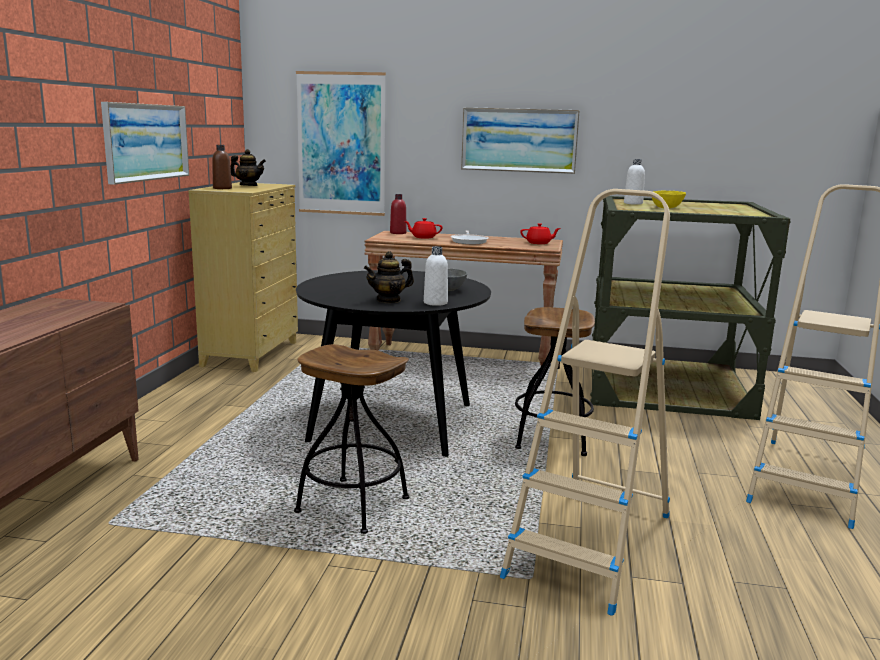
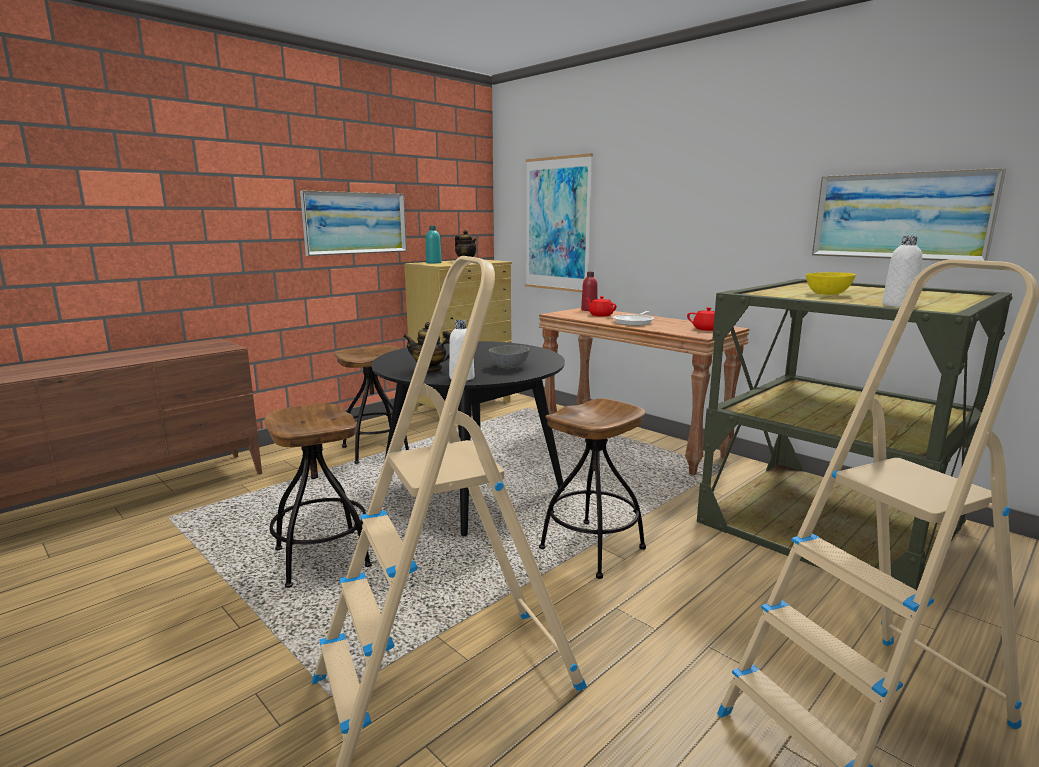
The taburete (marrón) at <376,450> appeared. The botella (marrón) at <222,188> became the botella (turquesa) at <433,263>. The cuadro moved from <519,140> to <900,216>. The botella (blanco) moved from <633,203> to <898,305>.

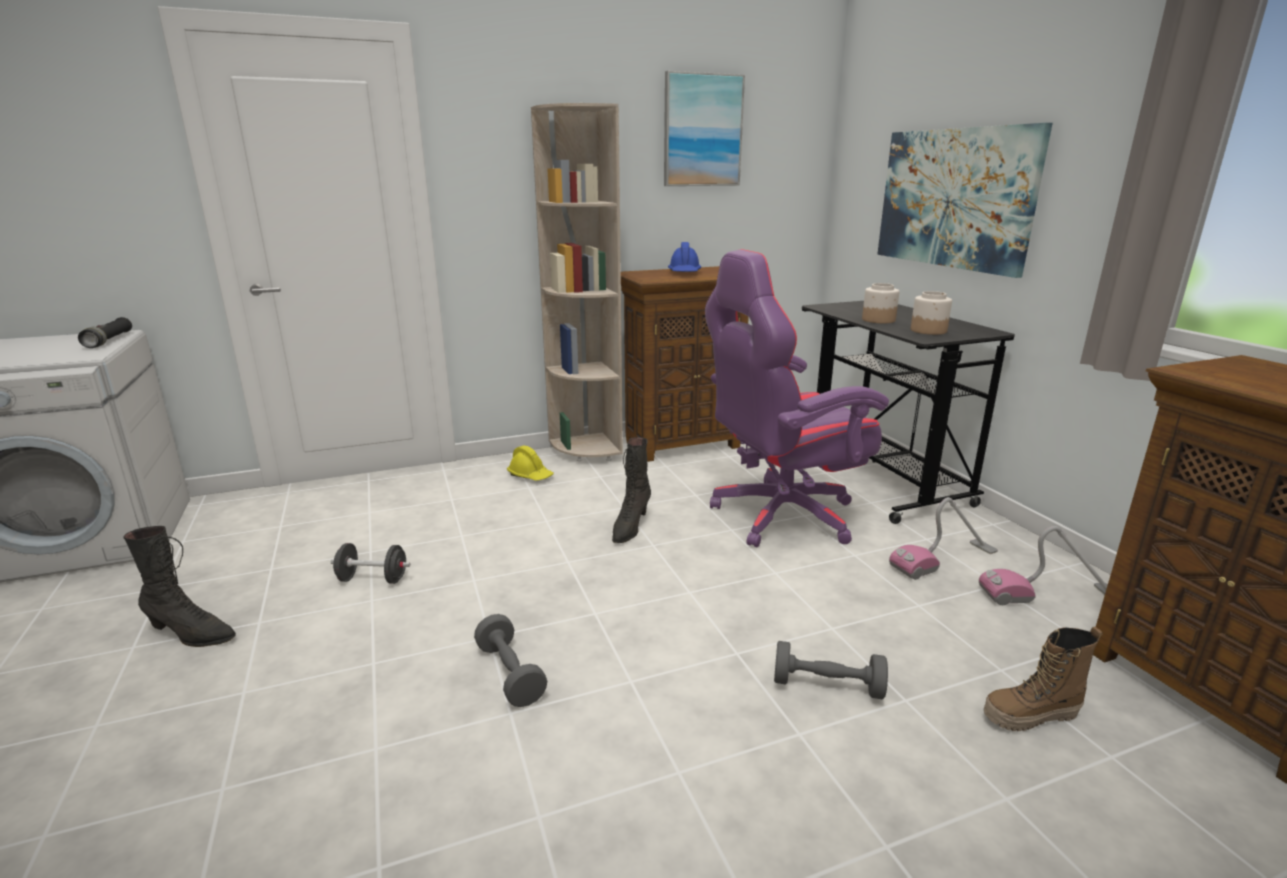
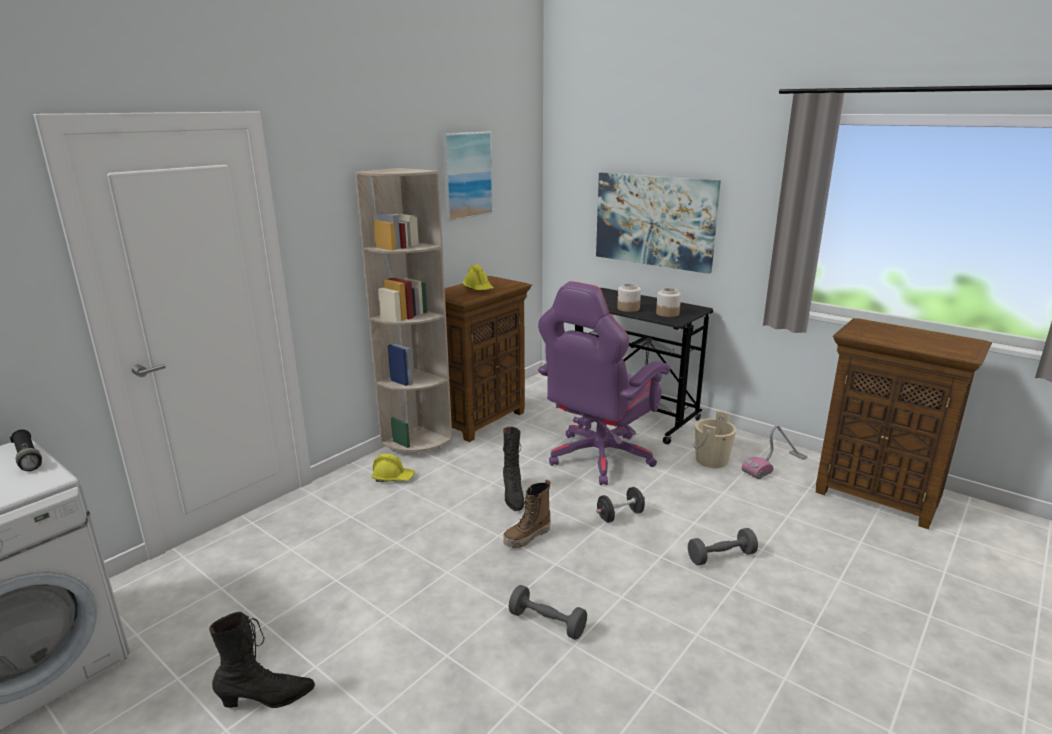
The casco (azul) at <684,273> became the casco (amarillo) at <478,289>. The bota moved from <1030,716> to <527,537>. The mancuerna (negro) moved from <373,579> to <620,515>. The aspiradora at <944,560> was replaced by the cubo (beis) at <711,460>.

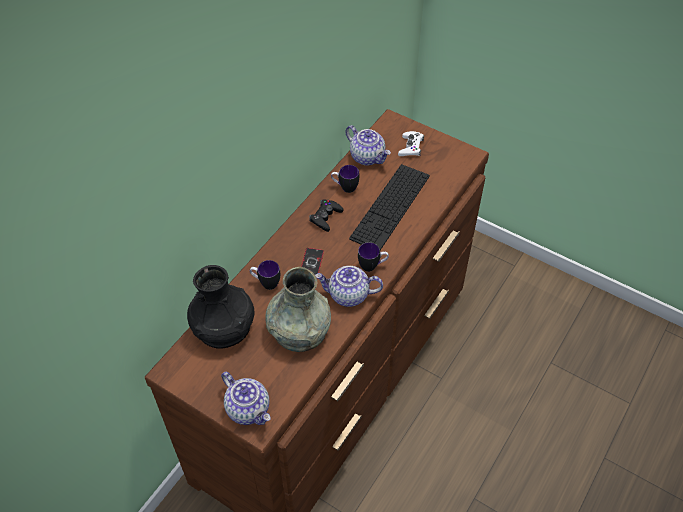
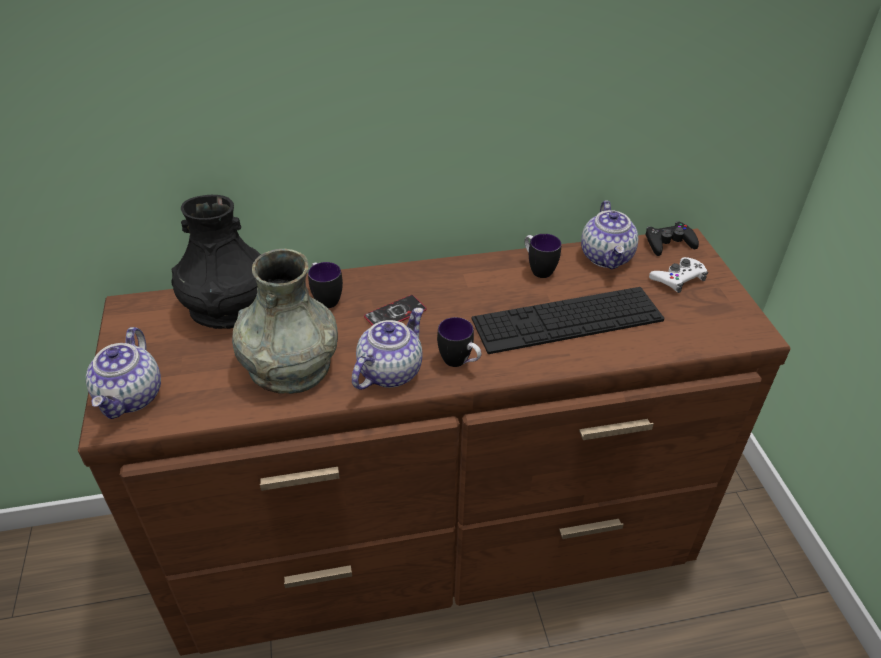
The tetera at <348,295> turned 75 degrees clockwise. The mando de consola (negro) moved from <325,217> to <669,243>.

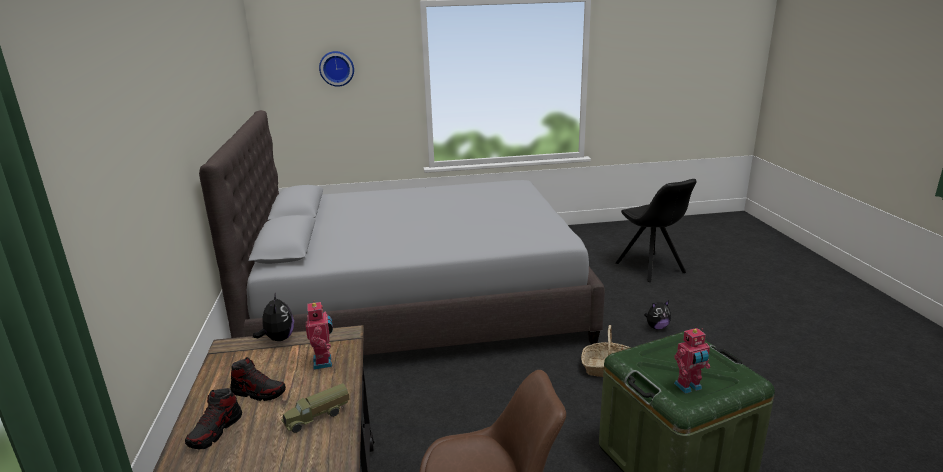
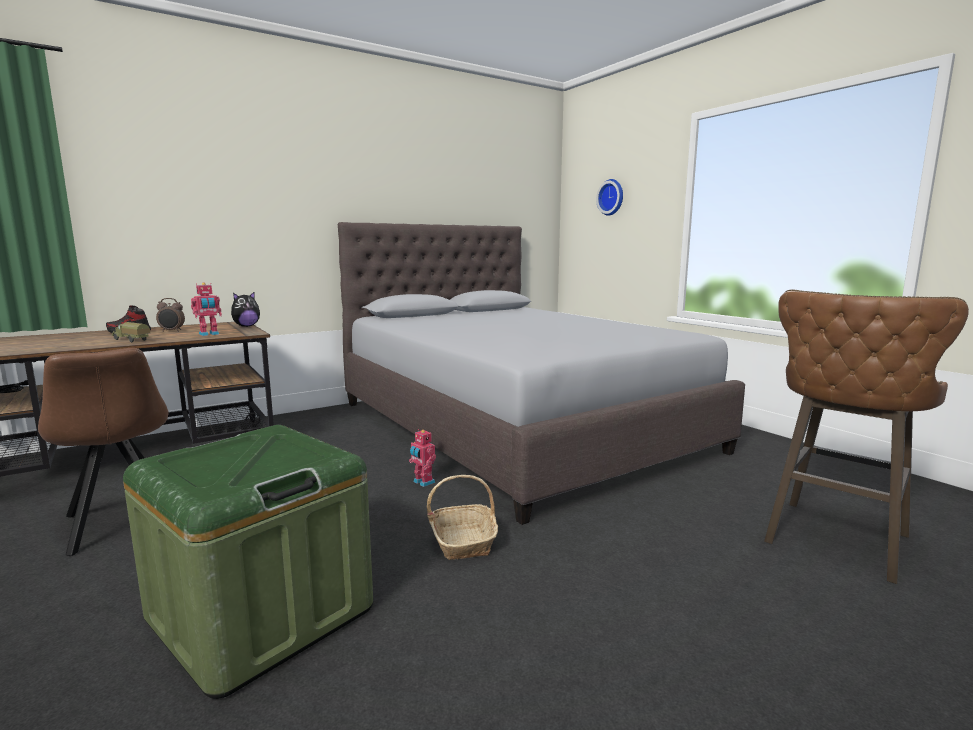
The zapato at <259,392> was replaced by the despertador at <172,331>. The robot de juguete moved from <689,387> to <423,482>. The silla (negro) at <650,267> was replaced by the taburete (marrón) at <835,541>. The peluche at <656,327> disappeared.

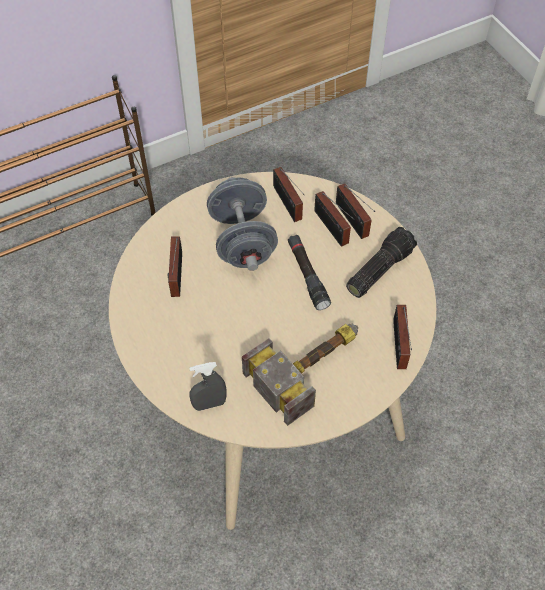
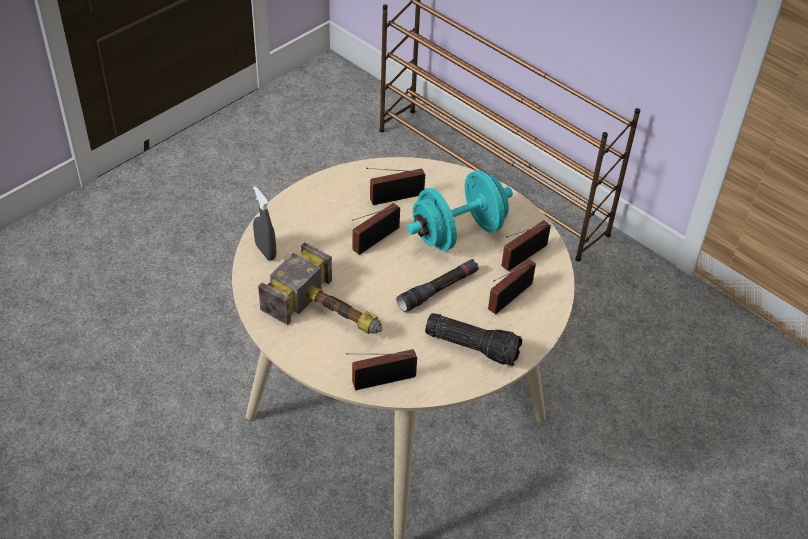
The radio moved from <353,222> to <373,240>. The mancuerna (gris) at <242,241> became the mancuerna (turquesa) at <458,233>.

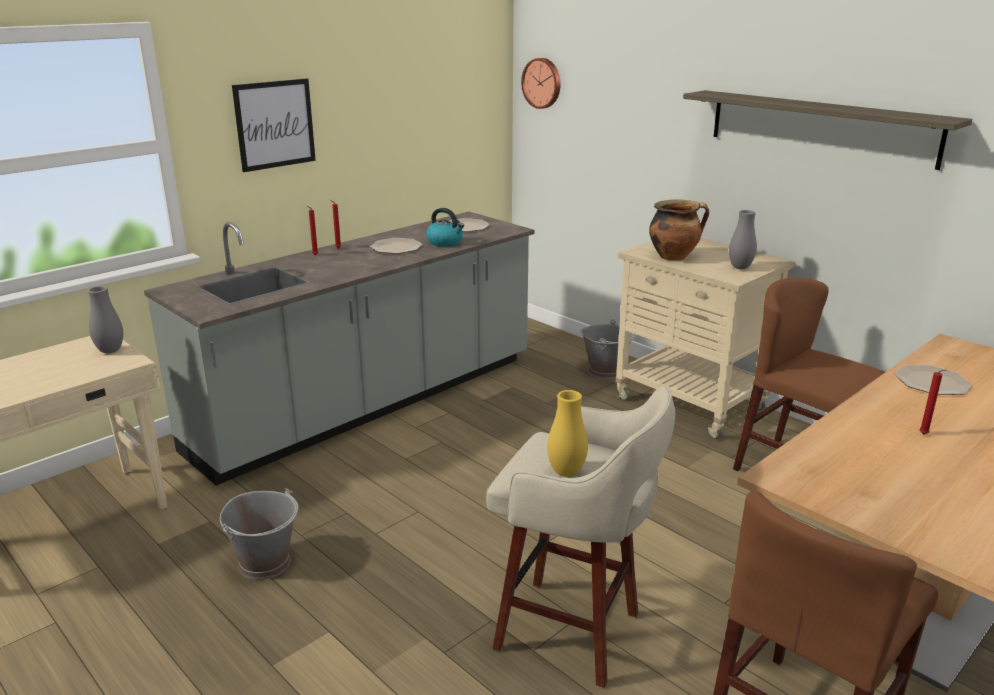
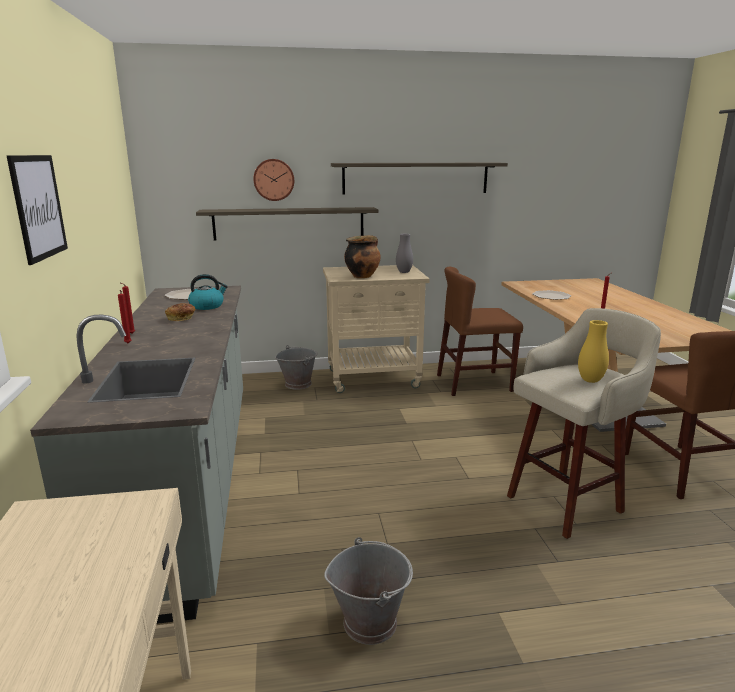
The plato at <396,247> was replaced by the pan at <181,319>. The estante at <289,223> appeared. The reloj de pared moved from <542,83> to <274,179>. The florero (gris) at <110,351> disappeared.

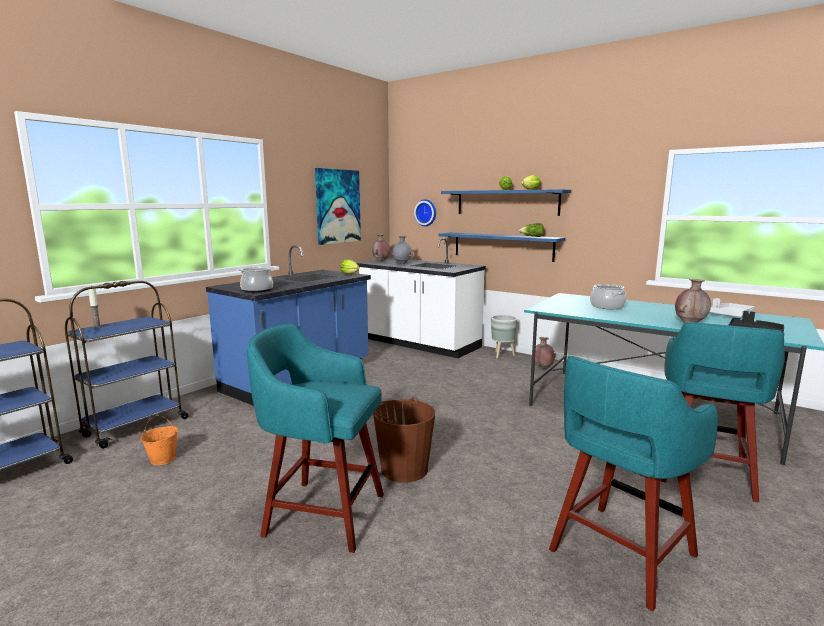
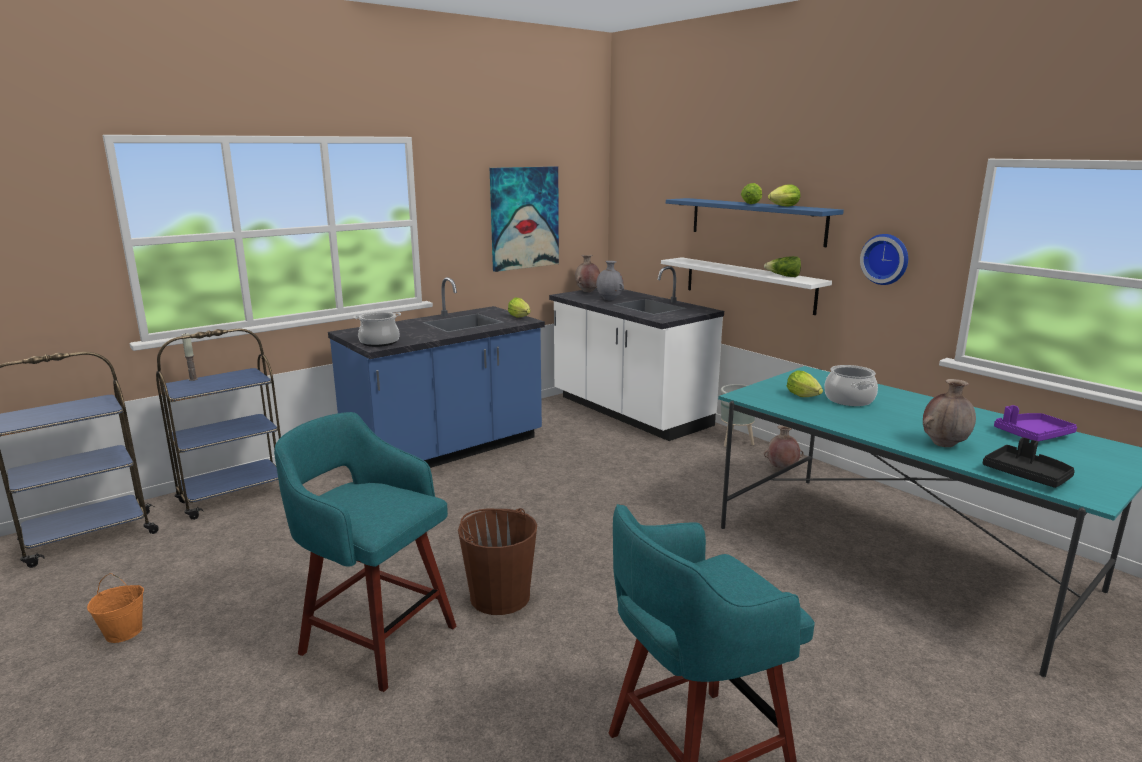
The cubo (naranja) moved from <163,459> to <124,632>. The estante (azul) at <502,246> became the estante (blanco) at <748,284>. The lechuga at <804,397> appeared. The reloj de pared moved from <426,212> to <886,259>. The bandeja (gris) at <730,315> became the bandeja (morado) at <1032,435>. The taburete (turquesa) at <704,472> disappeared.

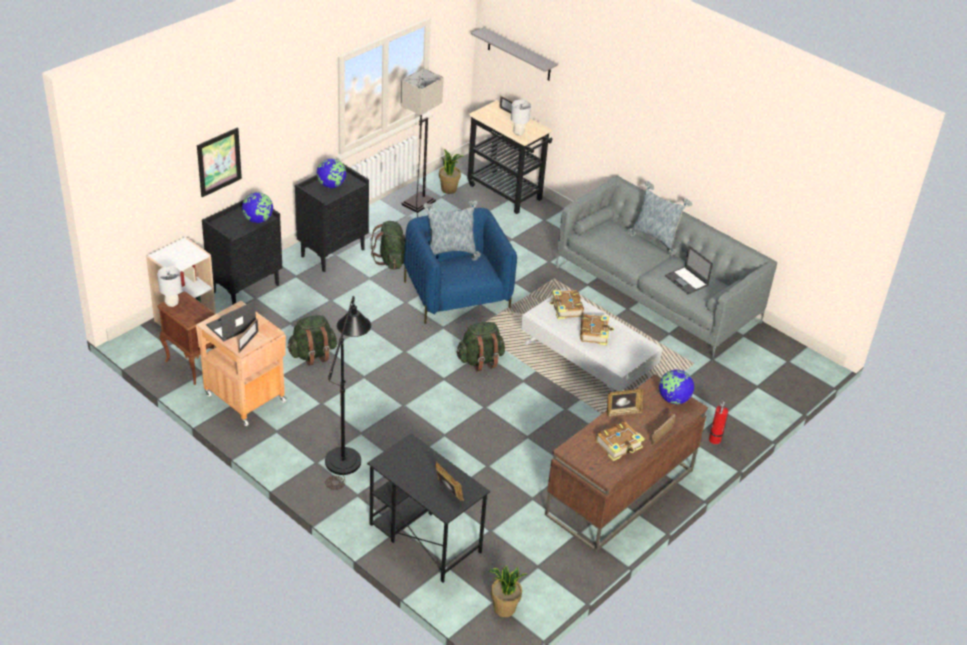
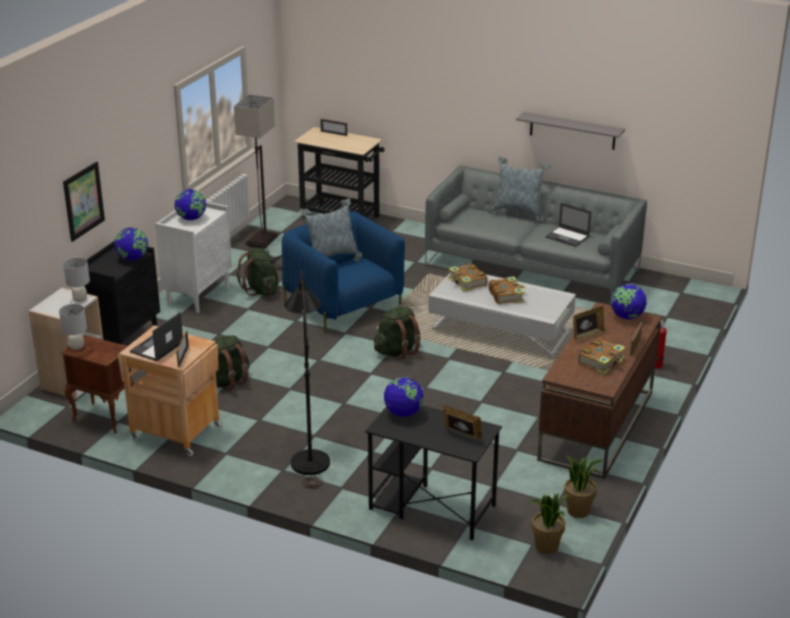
The lámpara de mesa (gris) moved from <518,133> to <79,299>. The armario (negro) at <333,252> became the armario (blanco) at <199,295>. The globo terráqueo at <403,413> appeared. The estante (gris) moved from <519,54> to <572,131>. The planta en maceta moved from <449,189> to <578,510>.

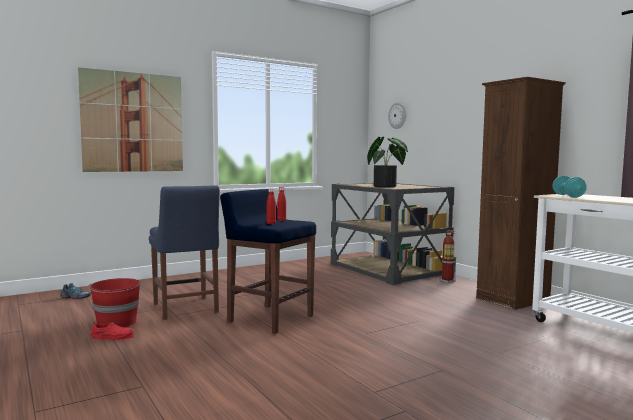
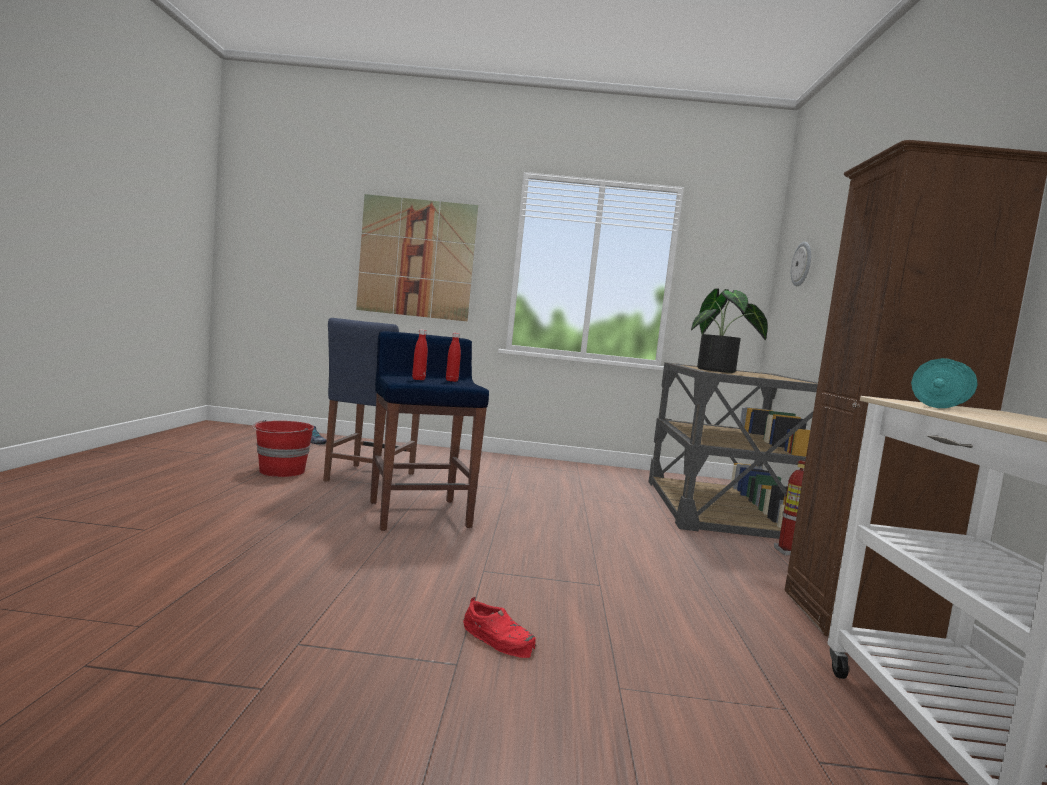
The zapato (rojo) moved from <113,336> to <498,638>.

